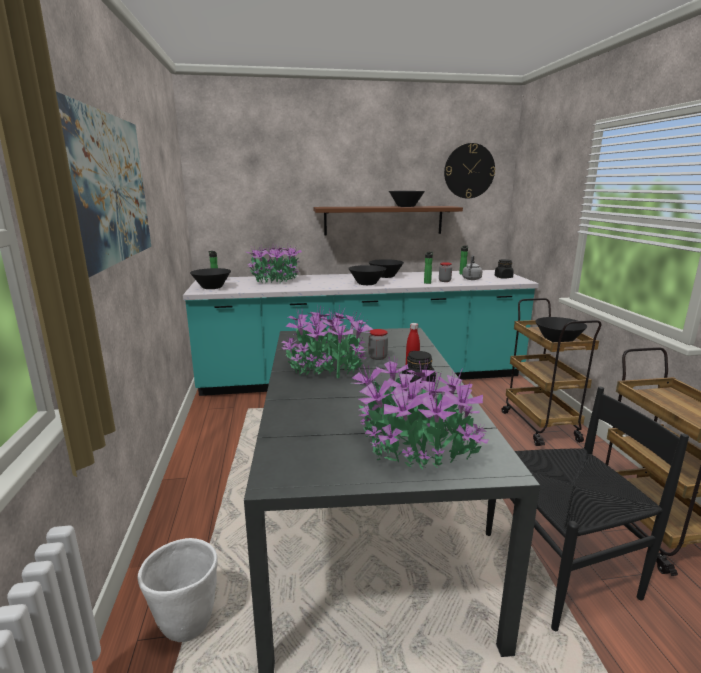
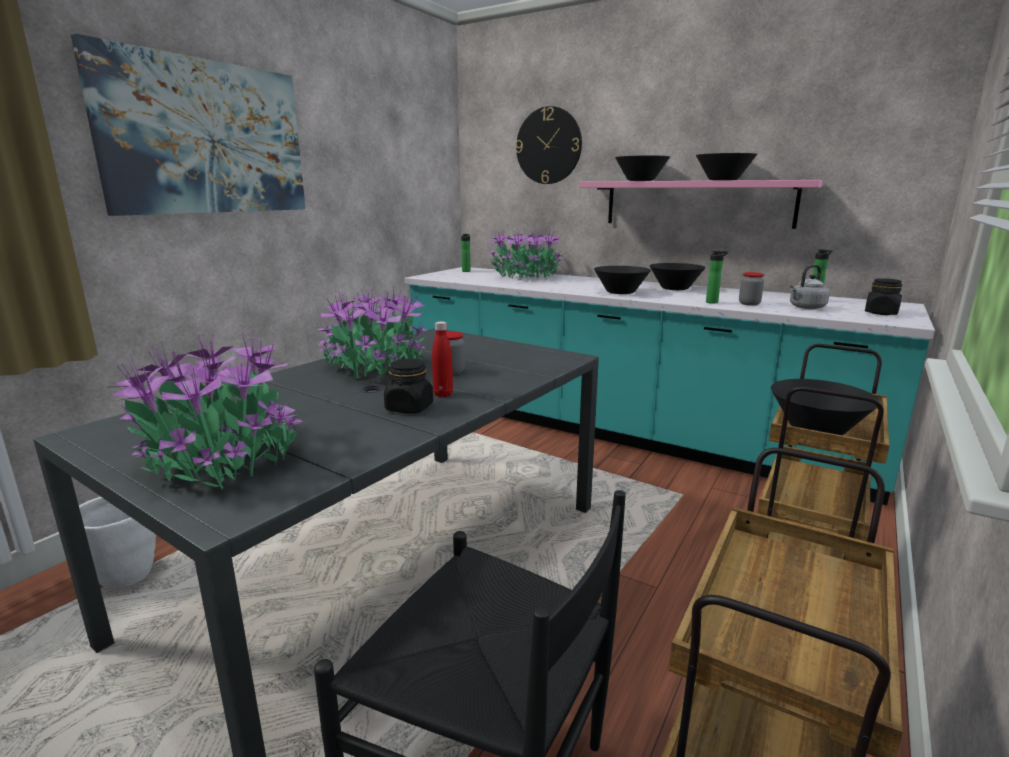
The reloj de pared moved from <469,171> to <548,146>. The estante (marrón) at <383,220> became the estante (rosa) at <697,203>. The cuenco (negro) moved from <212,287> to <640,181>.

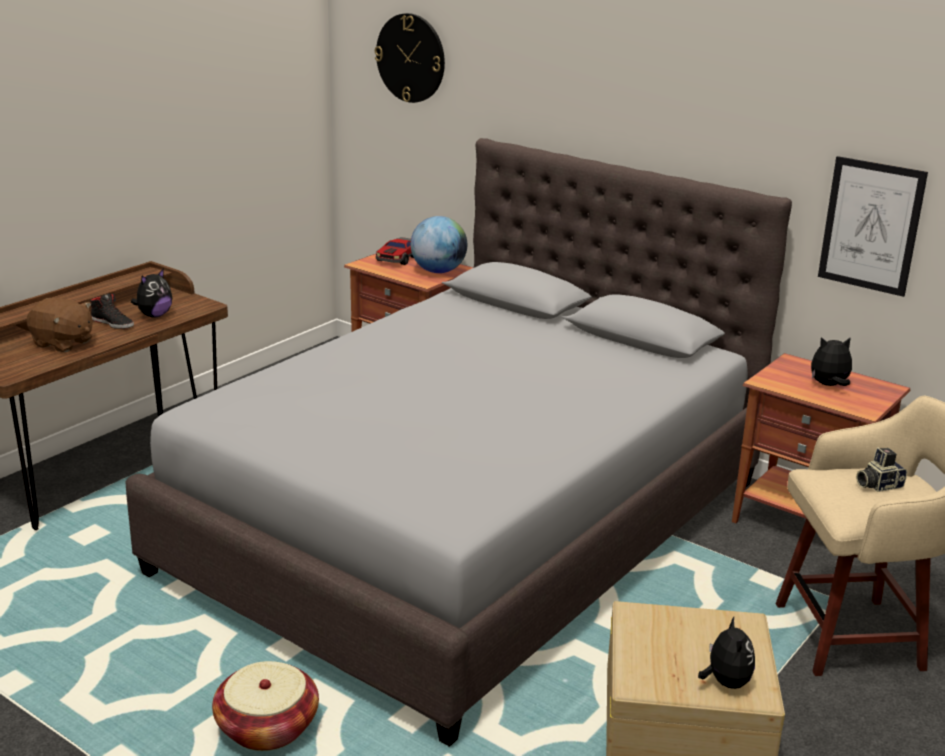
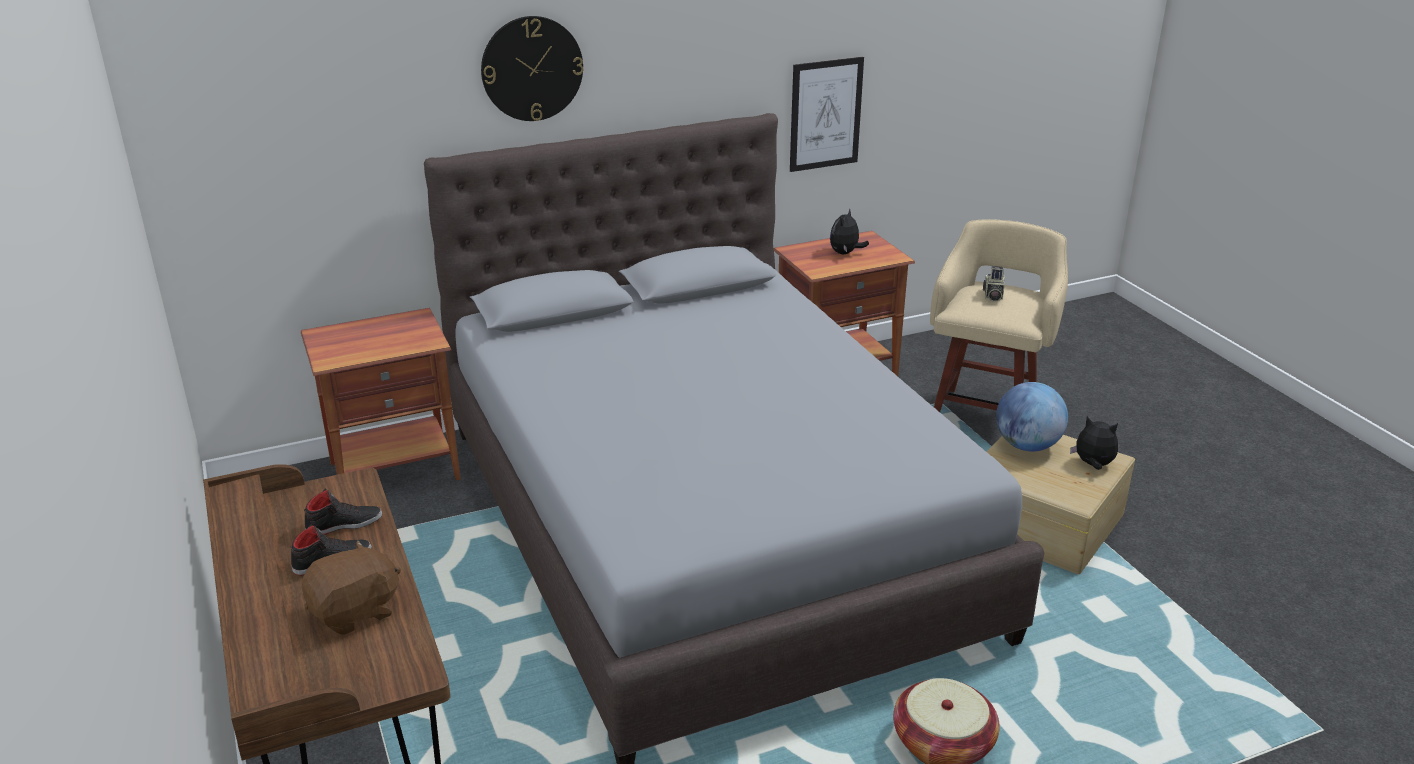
The peluche at <154,315> was replaced by the zapato (negro) at <344,524>. The reloj de pared moved from <411,58> to <532,68>. The globo terráqueo moved from <438,271> to <1027,445>. The coche de juguete at <398,259> disappeared.

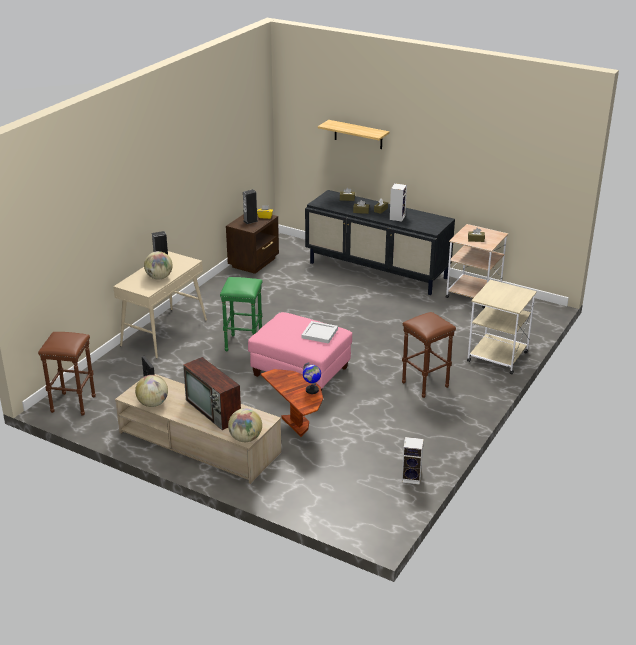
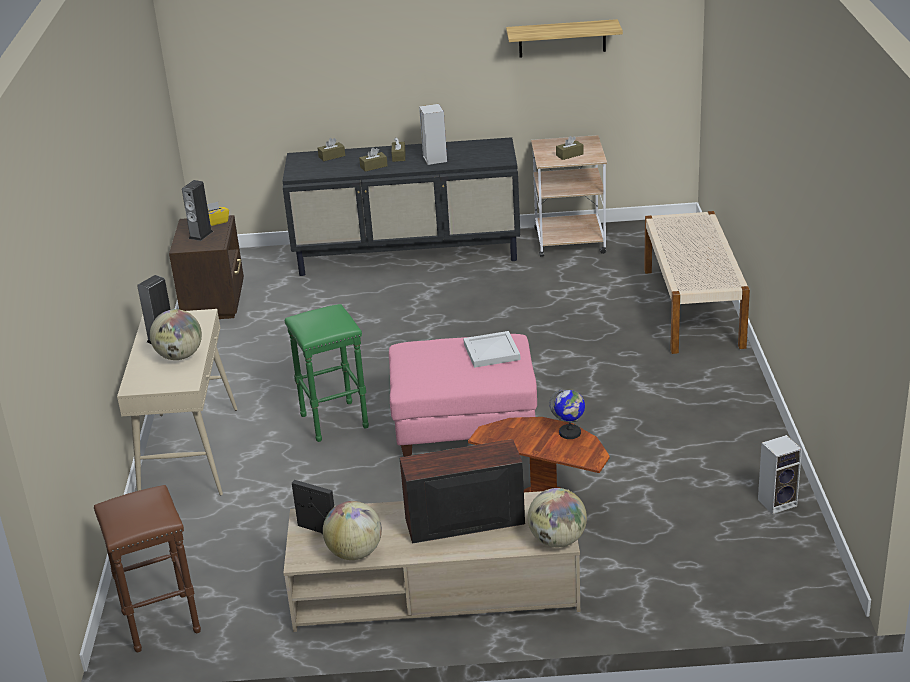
The televisor at <214,411> turned 150 degrees clockwise. The estante moved from <358,134> to <562,38>. The carrito (beis) at <497,357> was replaced by the banco (beis) at <693,307>. The taburete (marrón) at <425,385> disappeared.

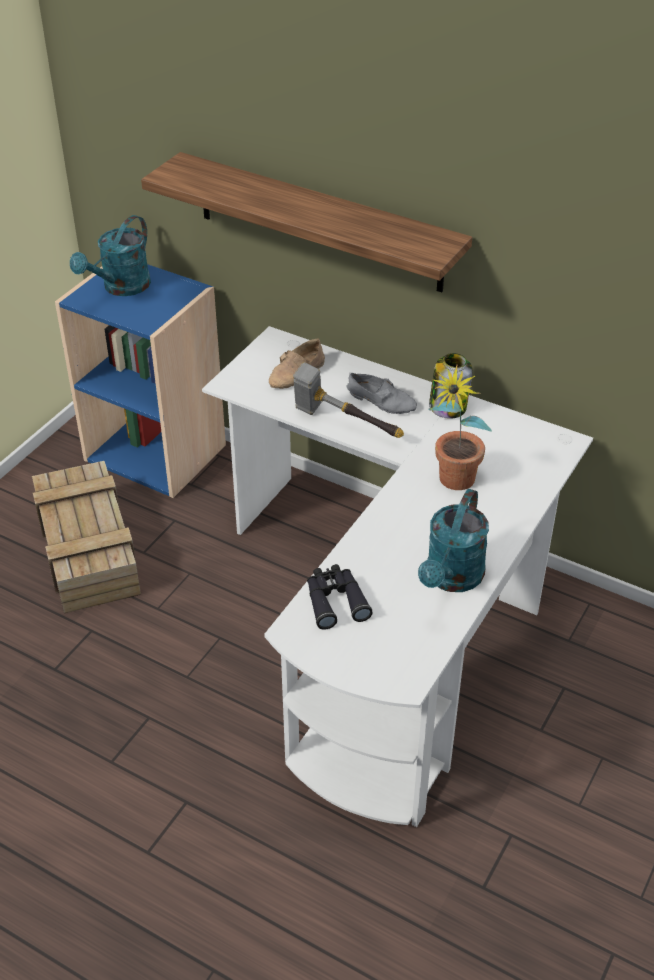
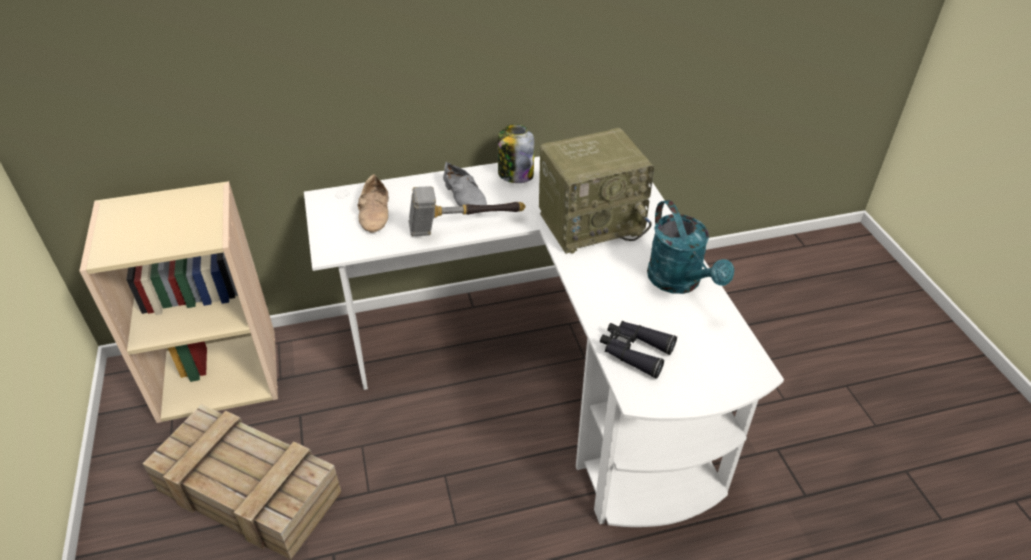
The estantería (azul) at <157,452> became the estantería (beis) at <220,373>. The zapato (gris) at <382,400> turned 75 degrees clockwise. The planta en maceta at <452,485> was replaced by the radio at <591,222>. The regadera (turquesa) at <121,288> disappeared. The estante at <319,222> disappeared.

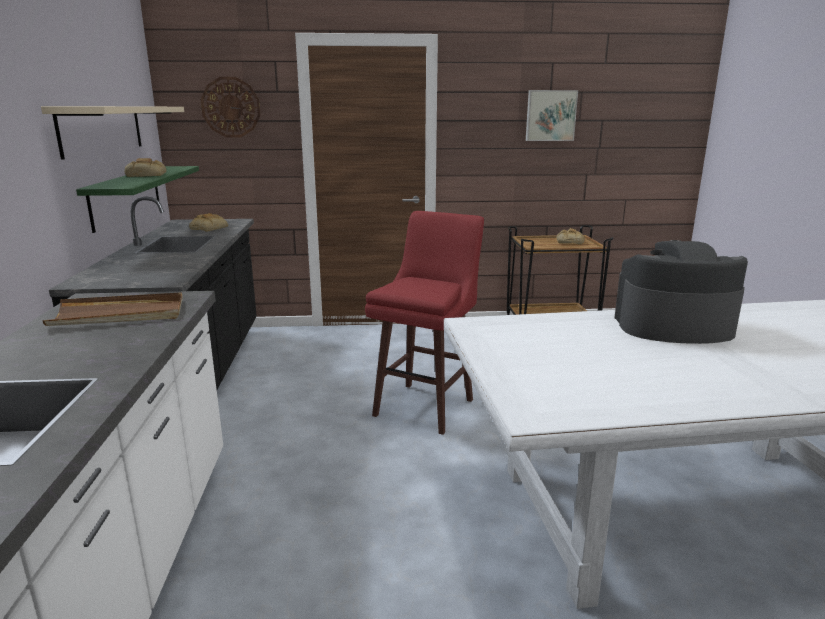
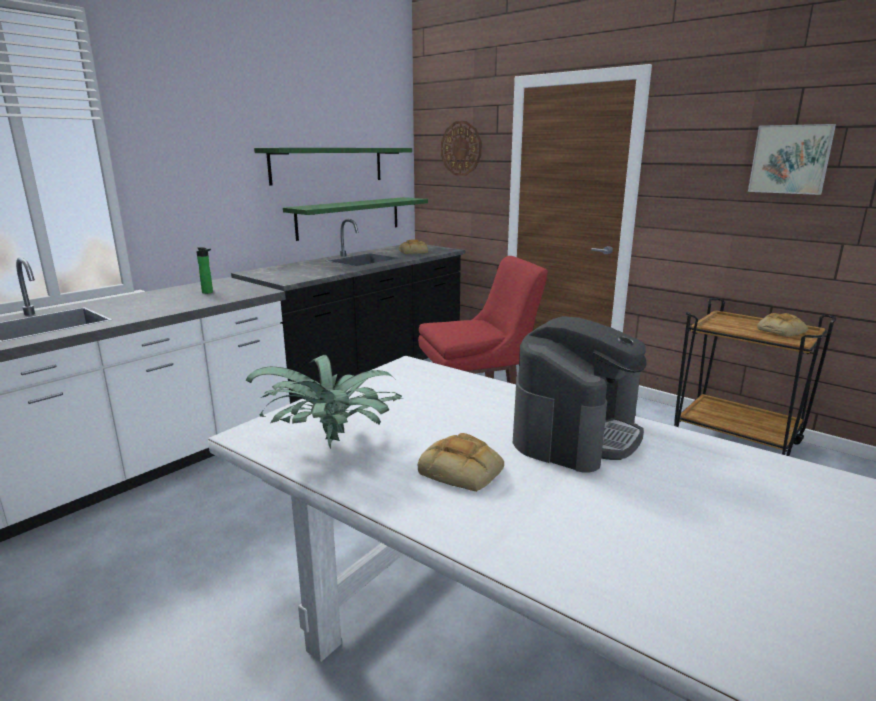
The bandeja (marrón) at <120,314> was replaced by the botella at <208,292>. The planta en maceta at <334,444> appeared. The estante (beis) at <102,129> became the estante (verde) at <328,165>. The pan moved from <147,175> to <463,470>. The cafetera at <672,326> turned 75 degrees clockwise.

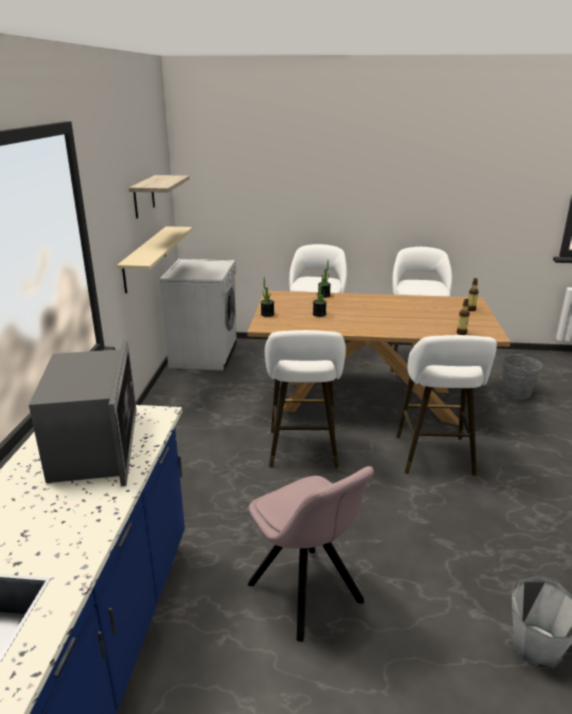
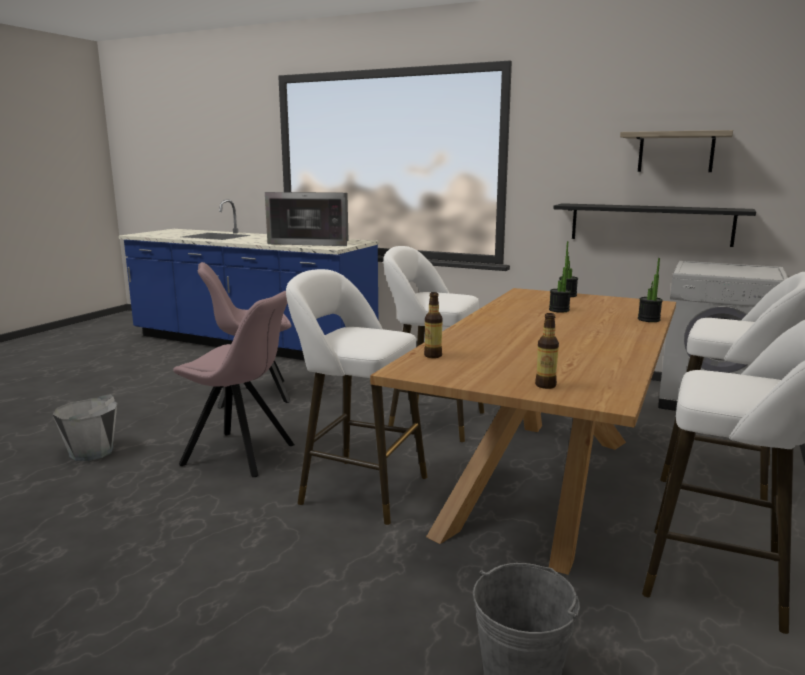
The silla (rosa) at <240,454> appeared. The estante (beis) at <145,258> became the estante (negro) at <650,224>.

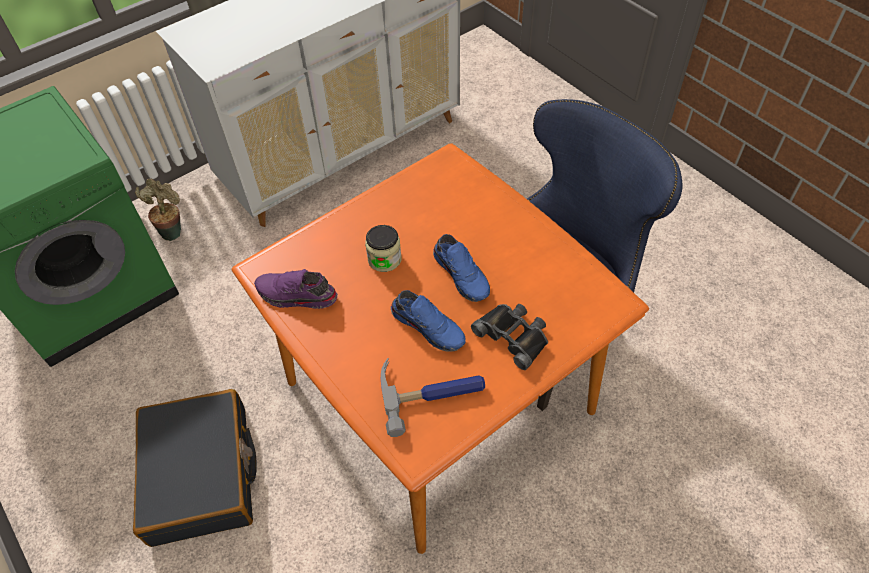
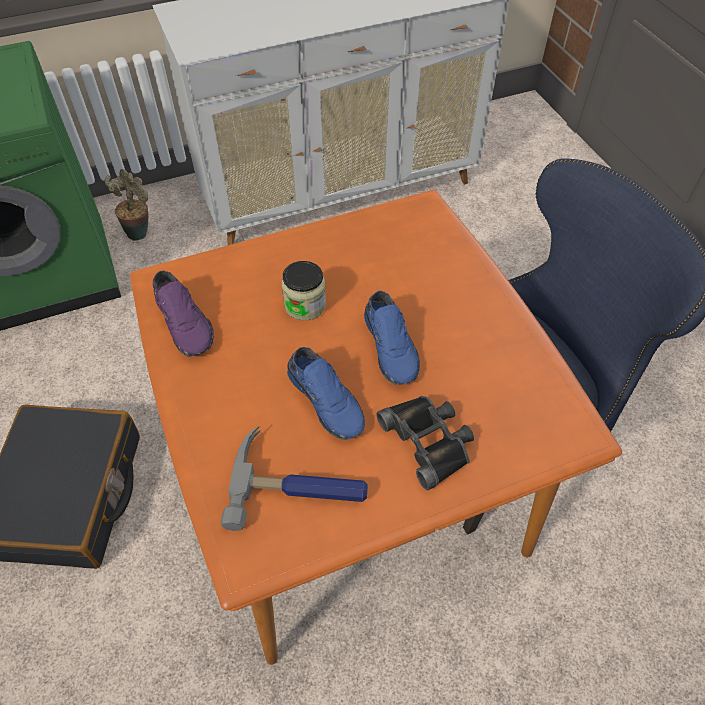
The zapato (morado) at <296,296> turned 150 degrees counterclockwise.

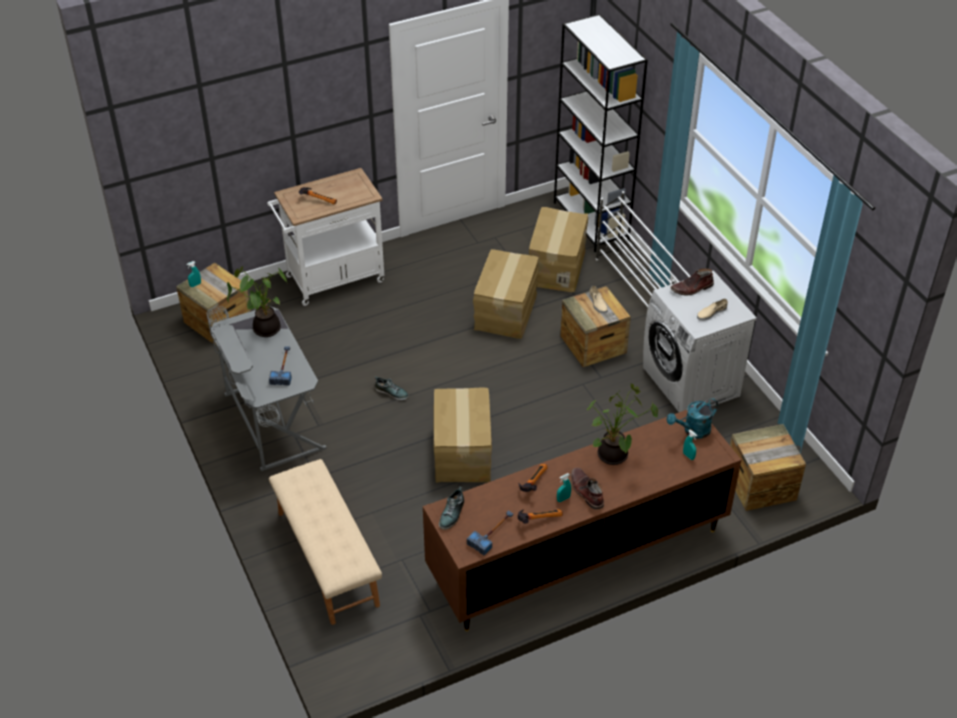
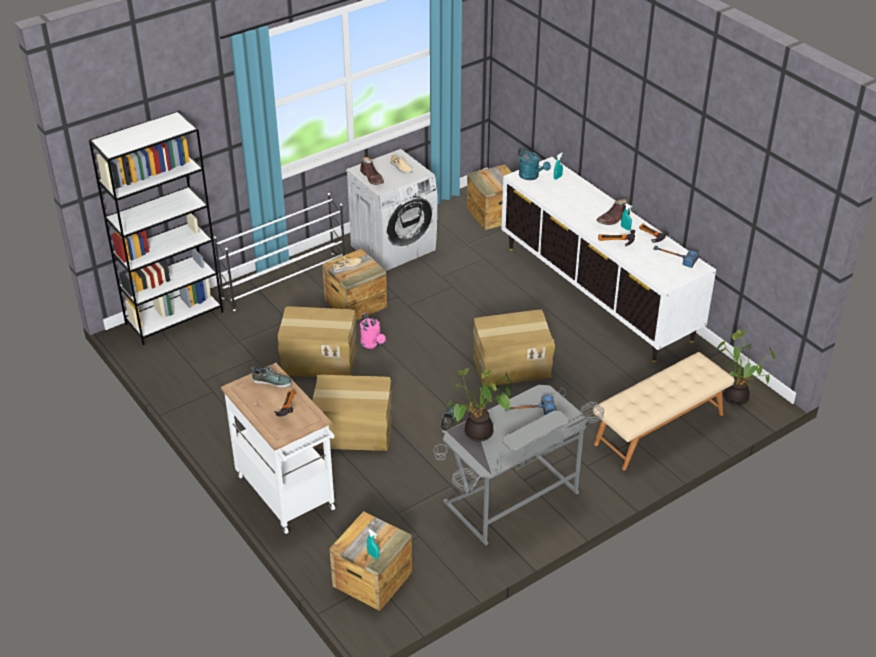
The zapato moved from <452,514> to <272,381>. The caja de cartón moved from <556,266> to <352,431>. The regadera (rosa) at <373,344> appeared. The armario (marrón) at <578,555> became the armario (blanco) at <597,293>. The planta en maceta moved from <614,457> to <737,397>.

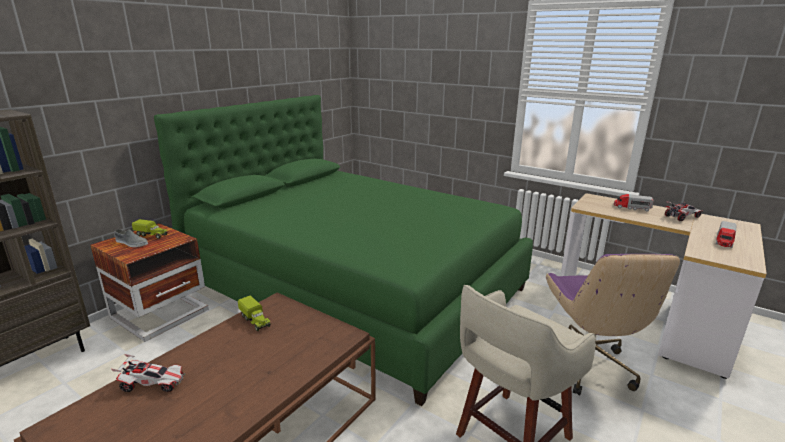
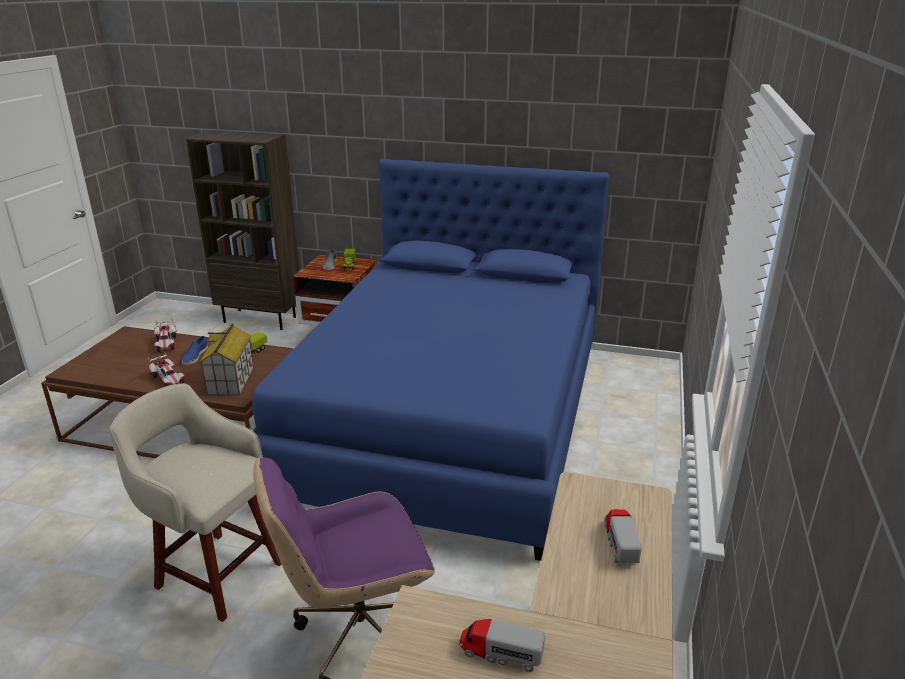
The coche de juguete moved from <682,217> to <168,380>. The zapato (azul) at <195,356> appeared. The casita at <231,381> appeared. The cama (verde) at <354,287> became the cama (azul) at <450,416>.

